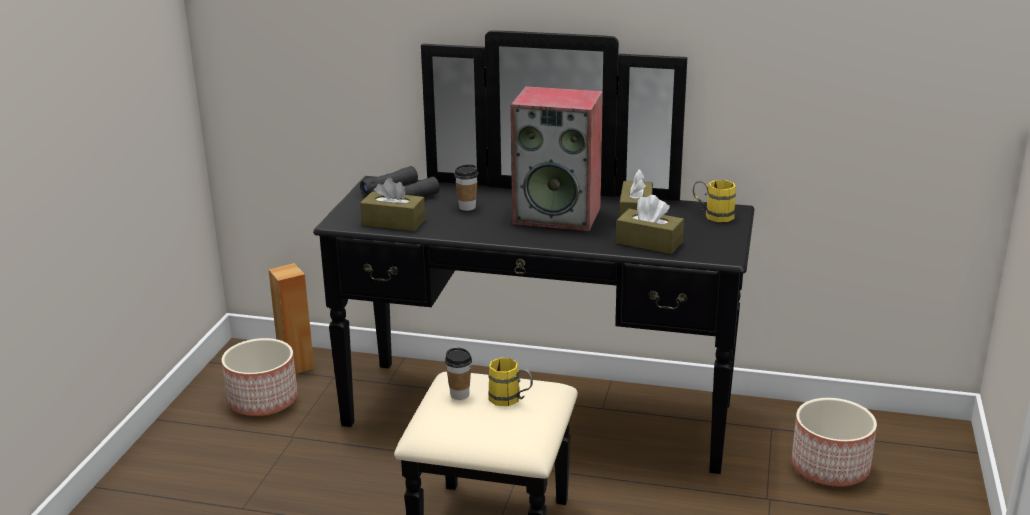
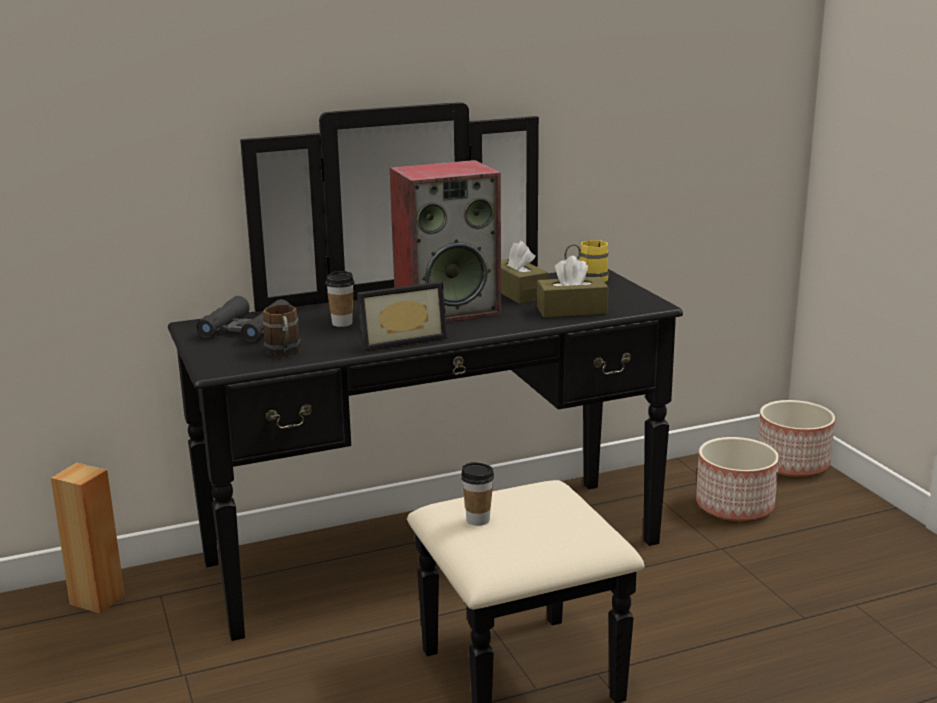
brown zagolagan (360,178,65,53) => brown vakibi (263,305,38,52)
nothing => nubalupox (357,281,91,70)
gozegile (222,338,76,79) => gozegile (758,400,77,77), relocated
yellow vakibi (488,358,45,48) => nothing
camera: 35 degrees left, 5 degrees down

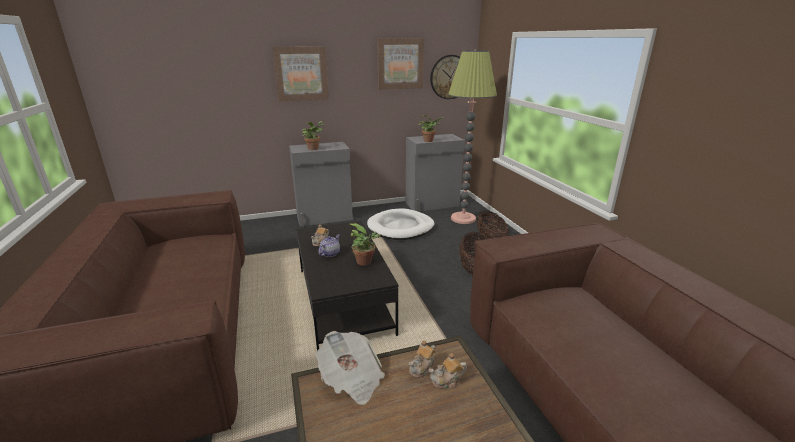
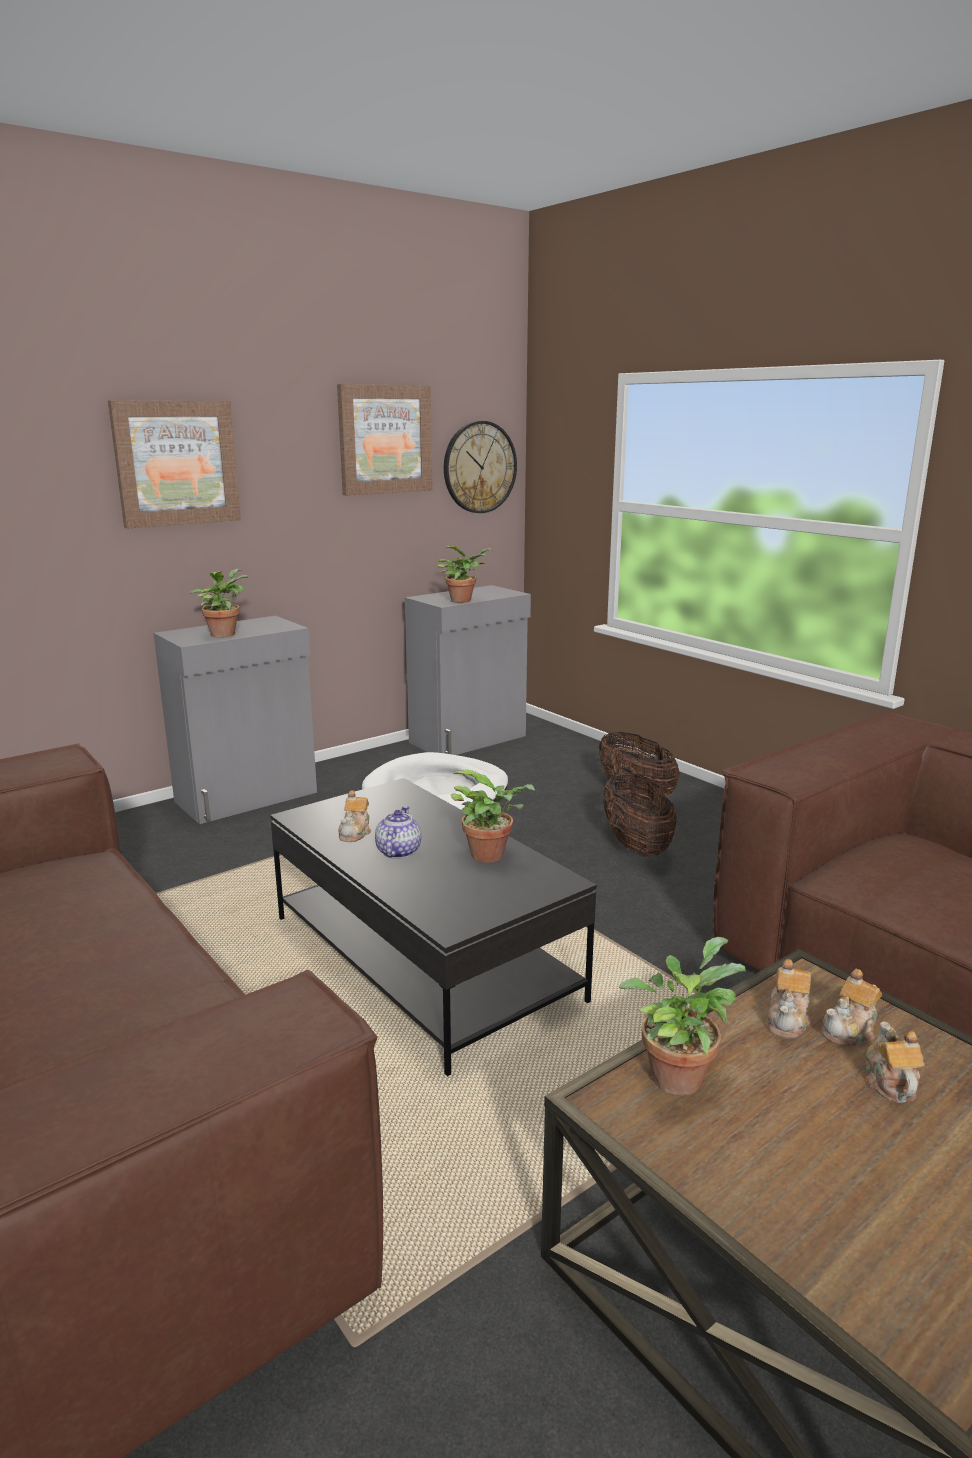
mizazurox (316,331,69,74) => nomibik (619,937,127,159)
nothing => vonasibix (866,1021,59,82)
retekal (448,50,49,174) => nothing
camera: 20 degrees left, 5 degrees down

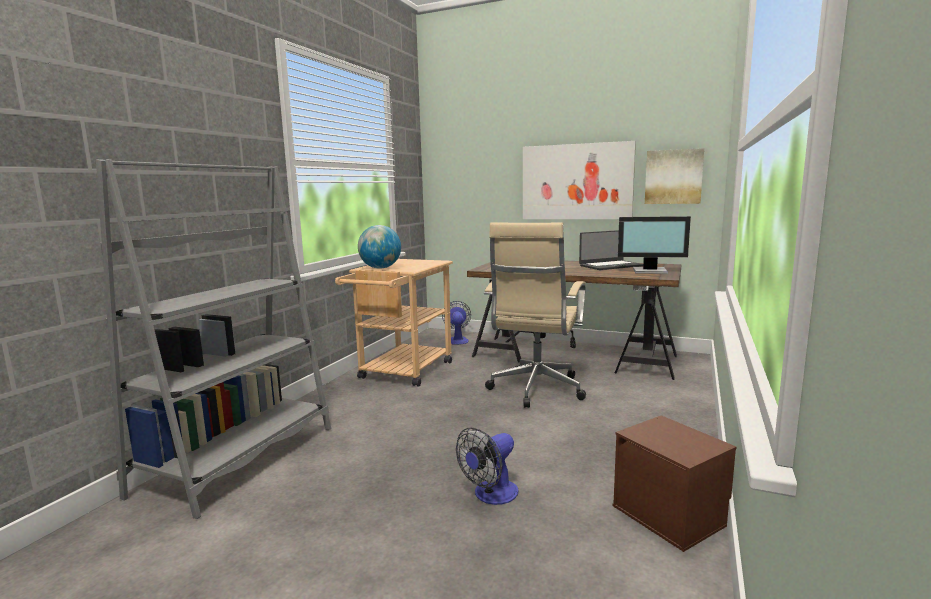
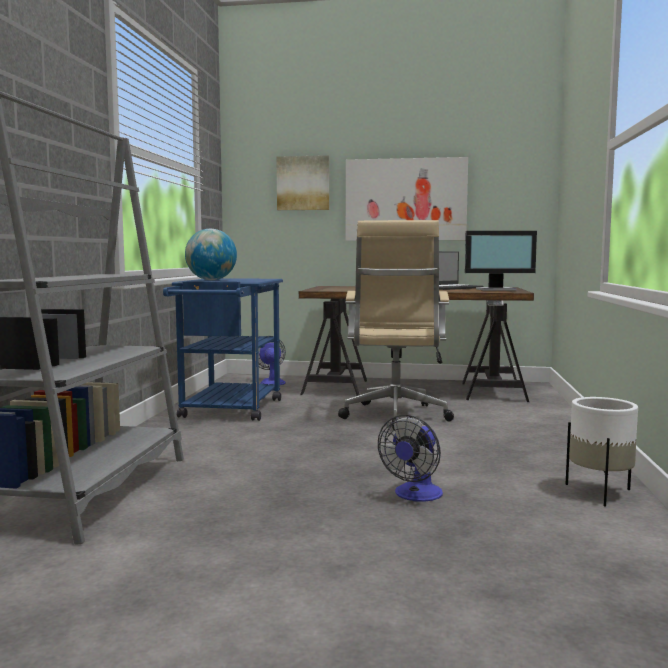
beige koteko (335,259,118,128) => blue koteko (163,278,120,143)
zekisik (645,148,59,56) => zekisik (277,155,52,55), relocated
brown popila (613,415,124,137) => white gozegile (565,397,73,110)
camera: 15 degrees left, 5 degrees down

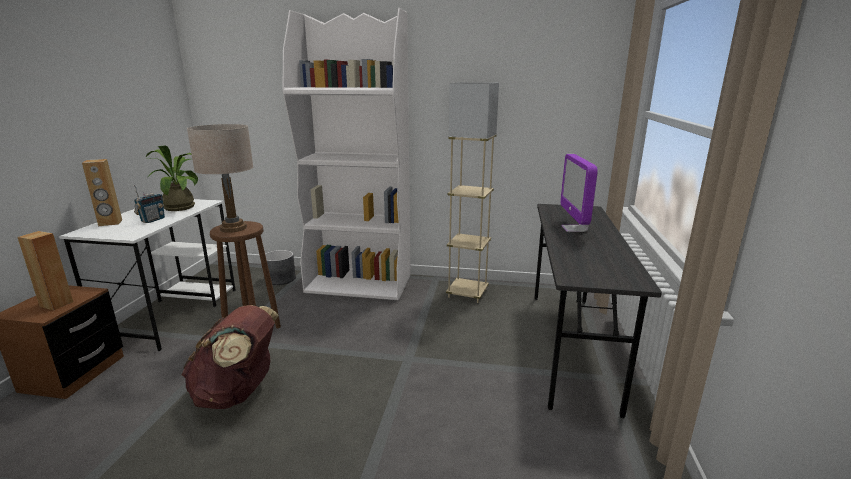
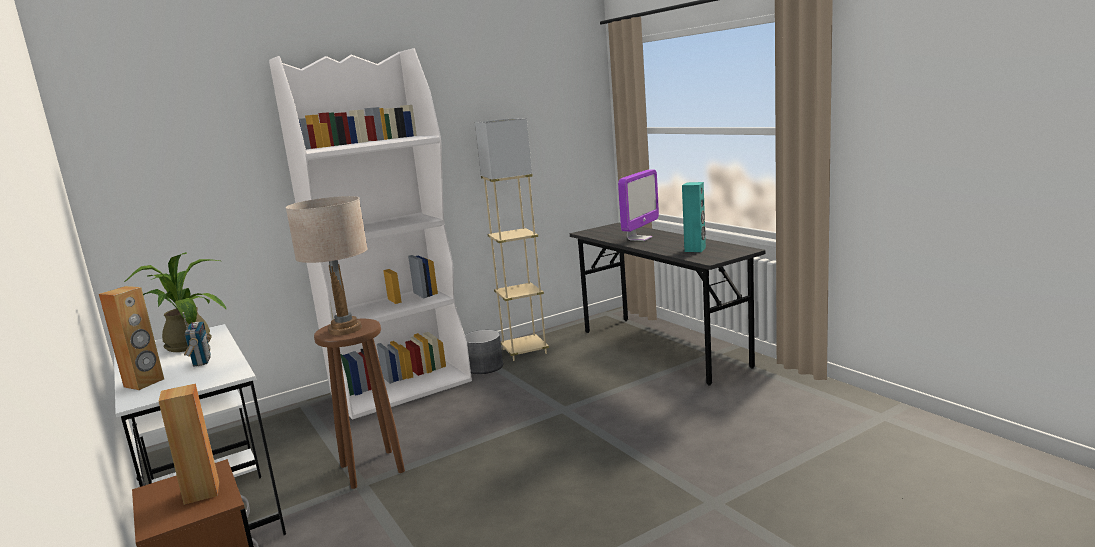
grey gozegile (265,250,31,35) => grey gozegile (465,330,38,44), relocated
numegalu (560,154,38,78) => numegalu (618,169,41,72), 105 degrees counterclockwise
nothing => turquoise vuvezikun (682,182,24,70)
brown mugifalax (182,305,97,104) => nothing
camera: 40 degrees left, 5 degrees down

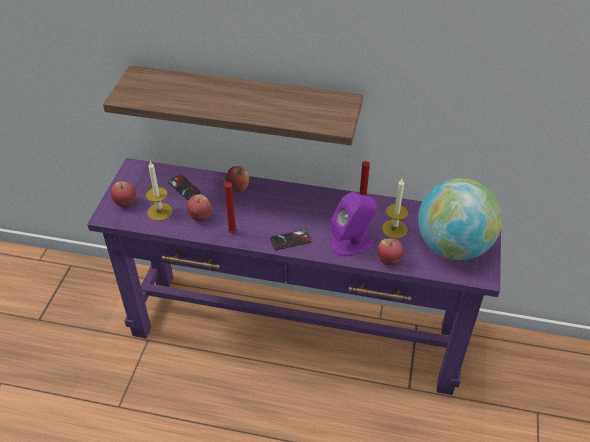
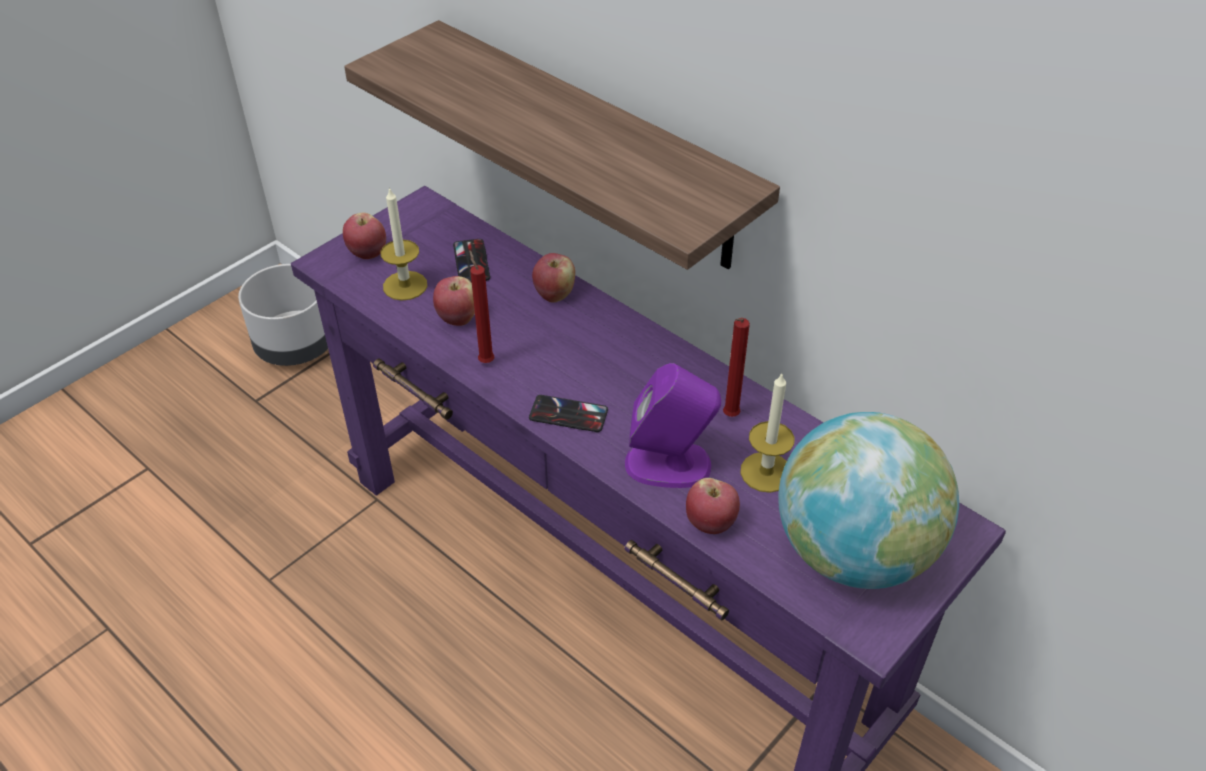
nothing => grey gozegile (238,264,90,102)
camera: 30 degrees right, 0 degrees up

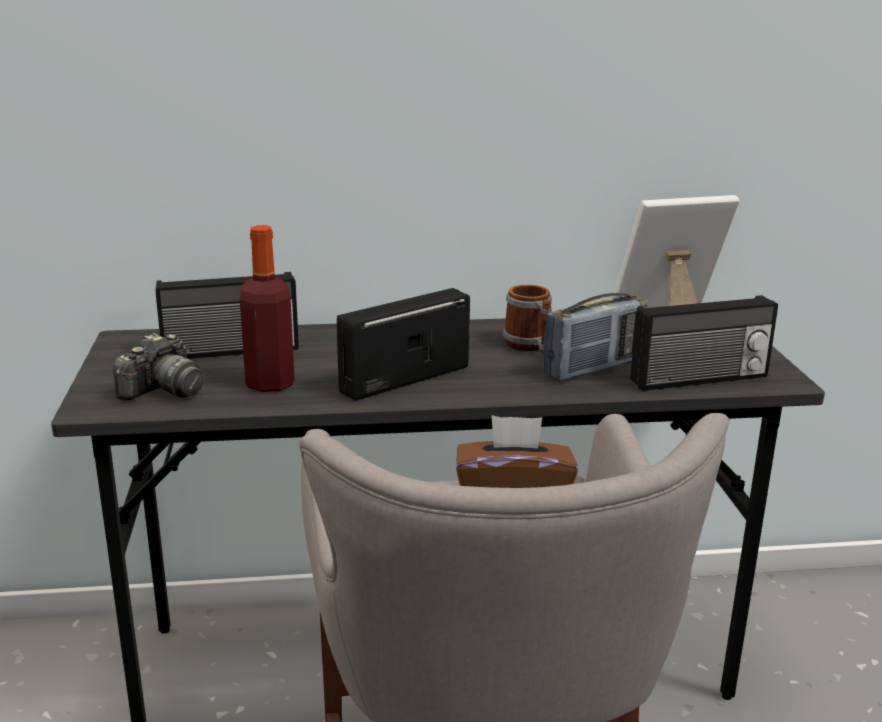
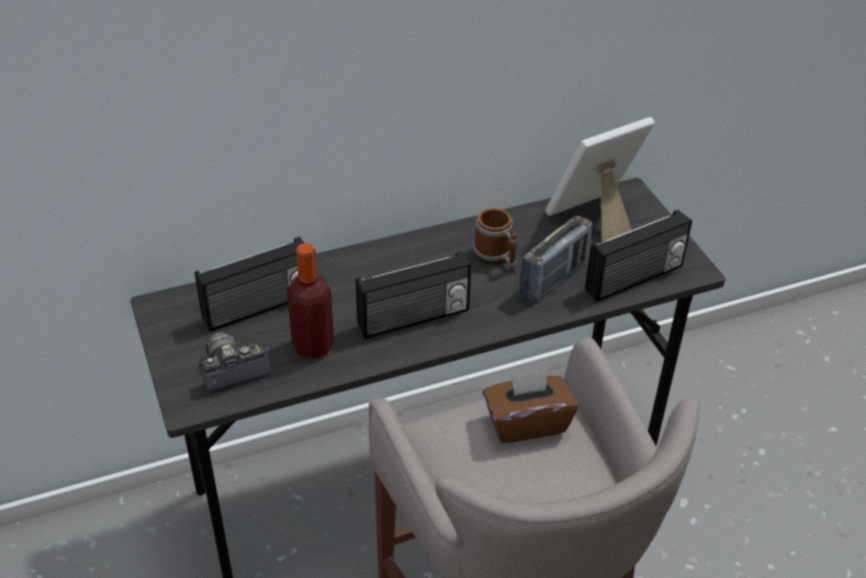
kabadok (113,333,91,68) => kabadok (201,332,69,61), 135 degrees counterclockwise
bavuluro (337,288,133,113) => bavuluro (356,251,115,88), 150 degrees counterclockwise
camera: 15 degrees left, 20 degrees up

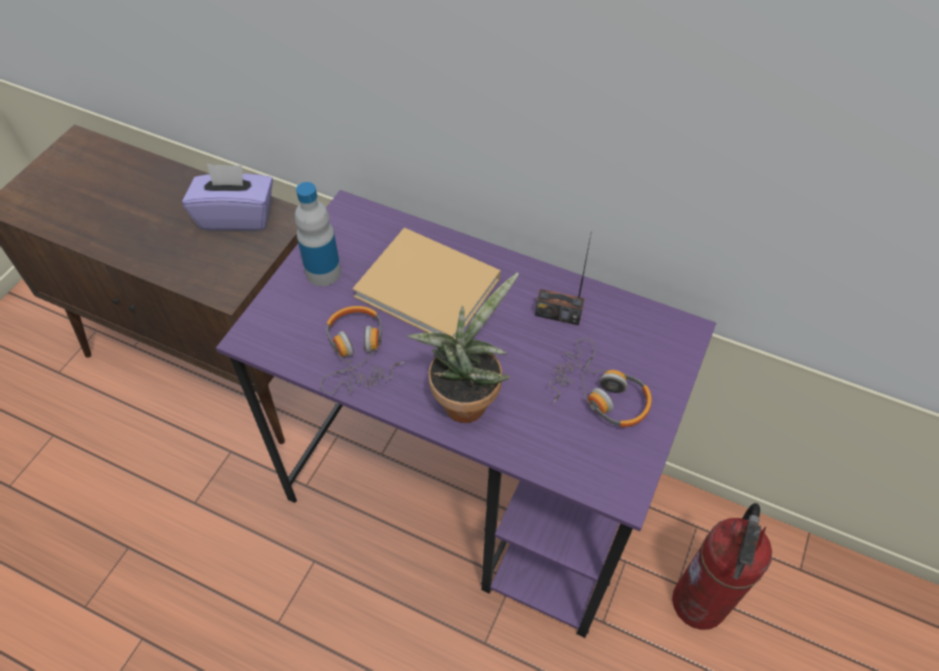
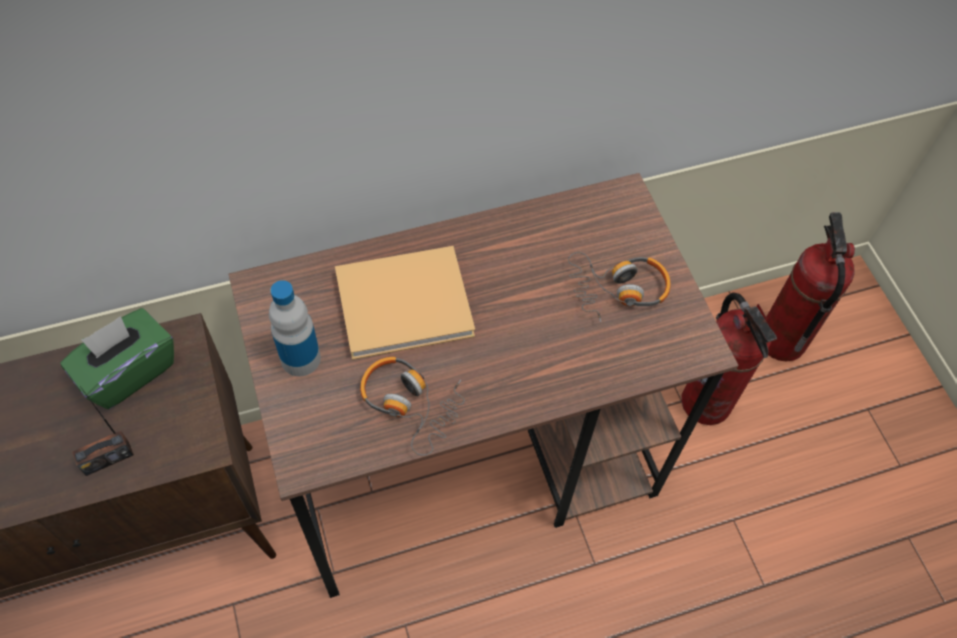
purple zagolagan (182,164,91,66) => green zagolagan (60,308,114,101)
bavuluro (535,231,57,94) => bavuluro (72,386,62,90), relocated
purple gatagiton (216,190,500,448) => brown gatagiton (228,173,511,425)
nothing => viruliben (766,212,89,150)
nomibik (407,273,112,150) => nothing
camera: 45 degrees left, 5 degrees up

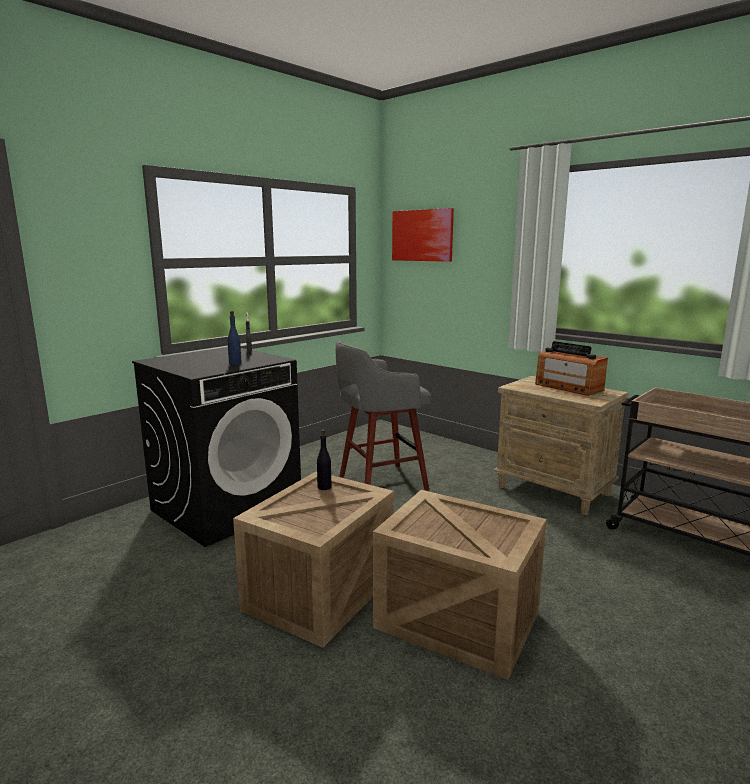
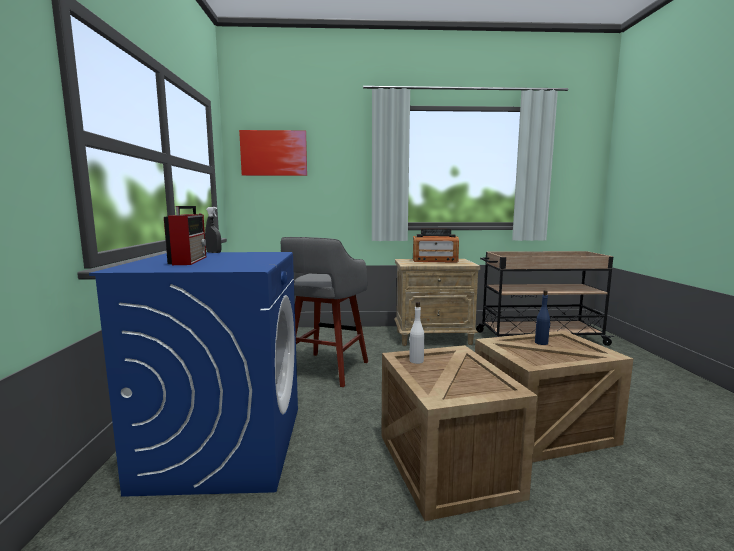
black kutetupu (132,347,169,200) => blue kutetupu (89,252,209,245)
nothing => bavuluro (164,206,42,59)
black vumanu (317,430,14,60) => white vumanu (409,302,15,62)
blue vumanu (227,311,15,54) => blue vumanu (535,290,15,55), relocated
camera: 45 degrees left, 5 degrees down

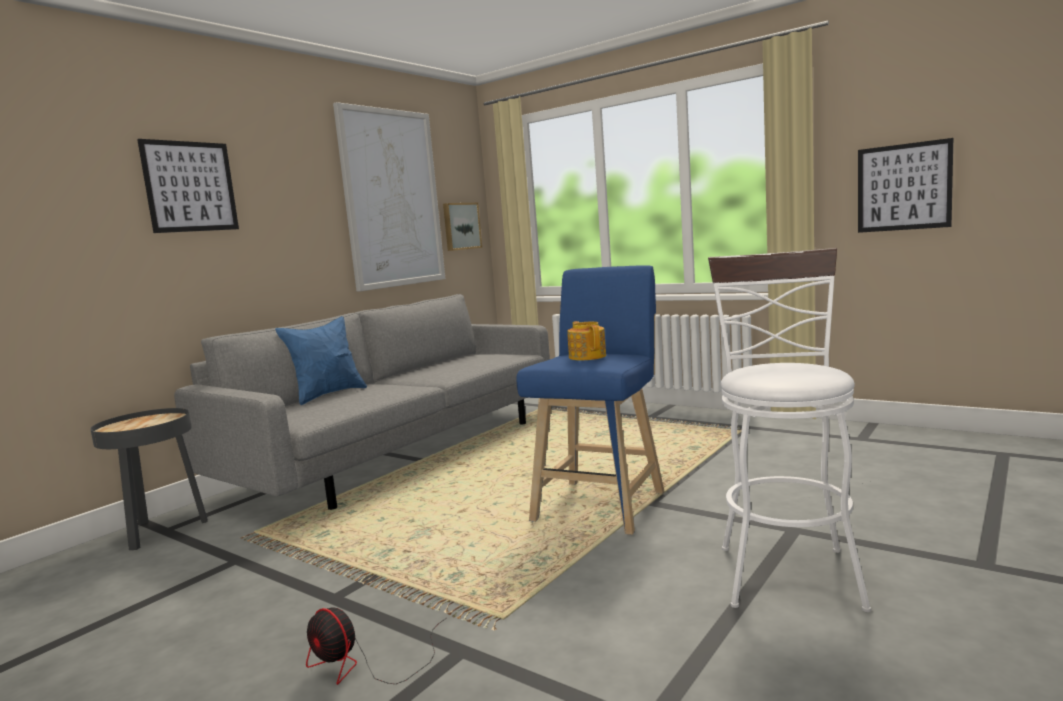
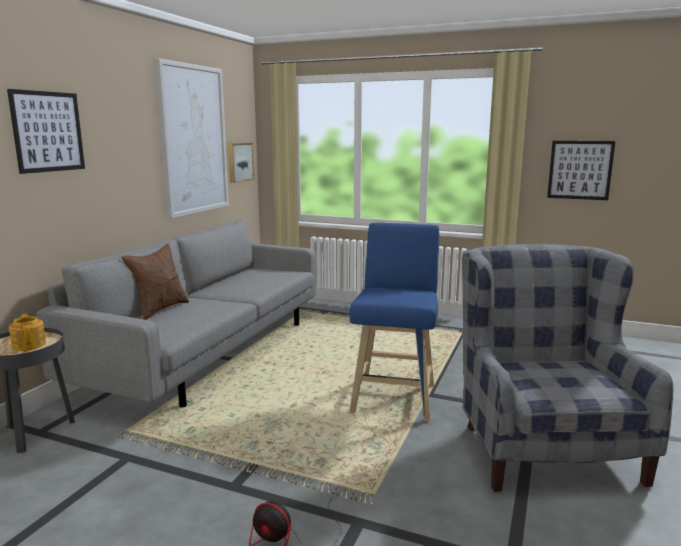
vonasibix (567,321,39,39) => vonasibix (9,314,37,37), relocated
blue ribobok (275,316,92,89) => brown ribobok (121,244,68,76)
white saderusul (708,248,163,364) => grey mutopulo (462,244,211,248)
camera: 15 degrees left, 5 degrees up

